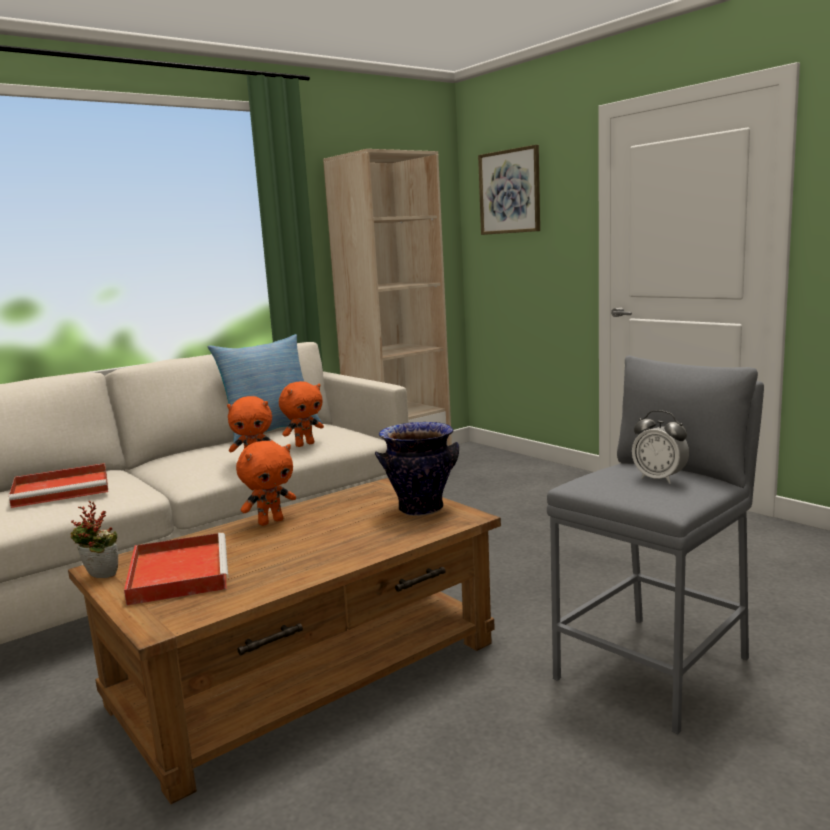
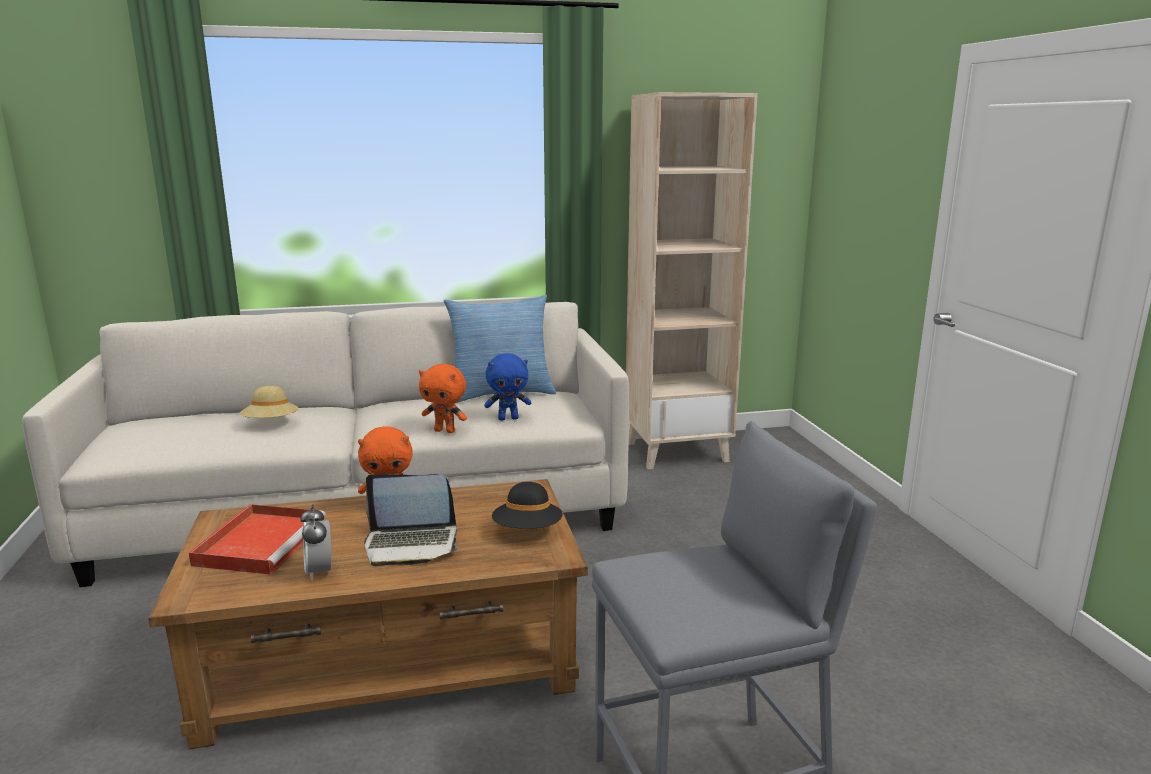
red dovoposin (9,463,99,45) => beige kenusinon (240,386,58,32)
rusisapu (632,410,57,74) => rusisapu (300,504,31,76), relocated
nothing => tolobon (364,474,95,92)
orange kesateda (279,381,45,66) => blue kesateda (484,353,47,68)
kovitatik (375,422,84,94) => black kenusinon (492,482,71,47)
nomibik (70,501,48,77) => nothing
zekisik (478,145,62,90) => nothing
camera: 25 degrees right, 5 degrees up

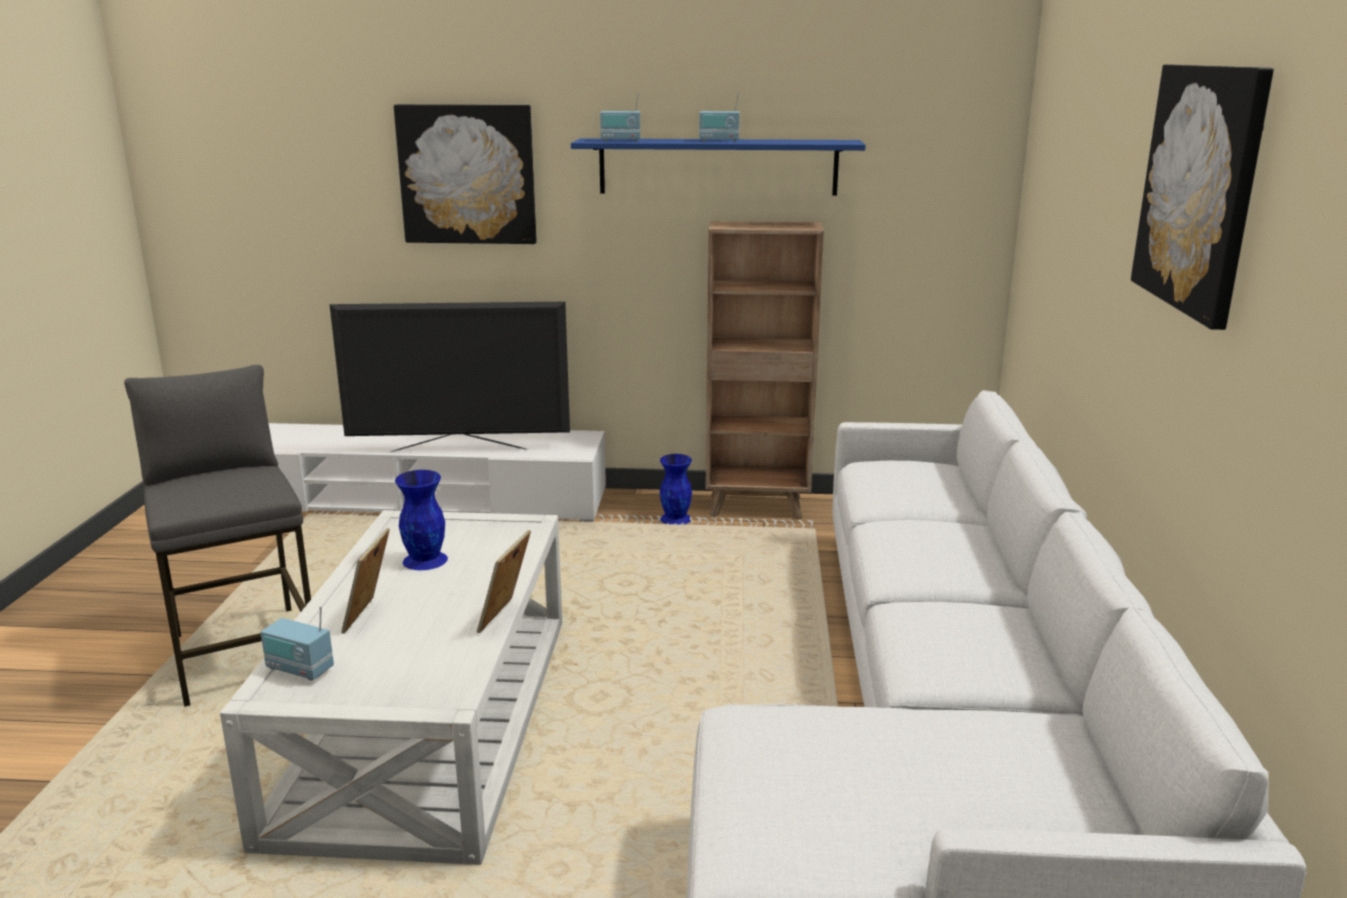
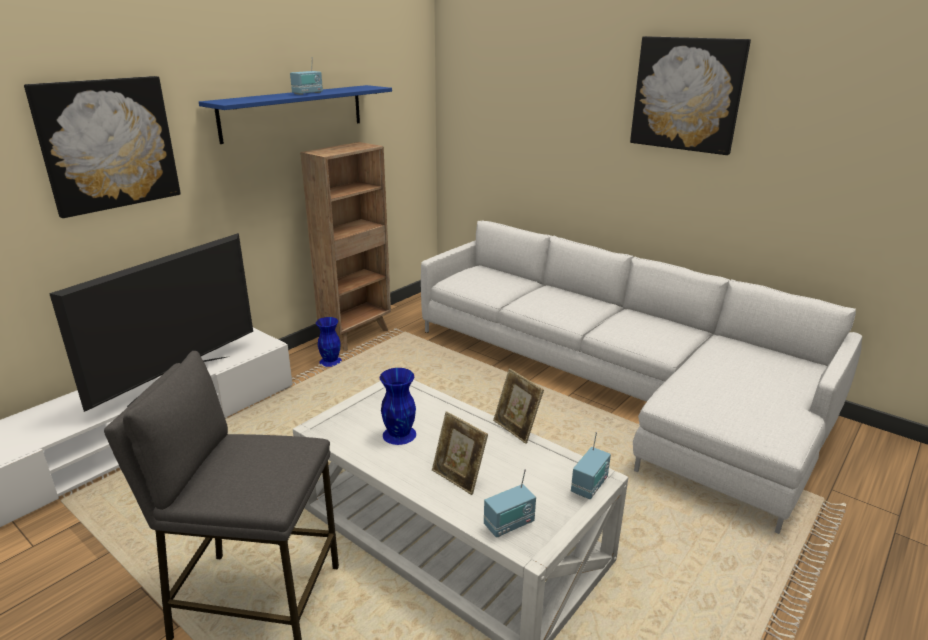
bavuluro (600,92,40,49) => bavuluro (571,432,40,67), relocated
camera: 55 degrees left, 5 degrees up

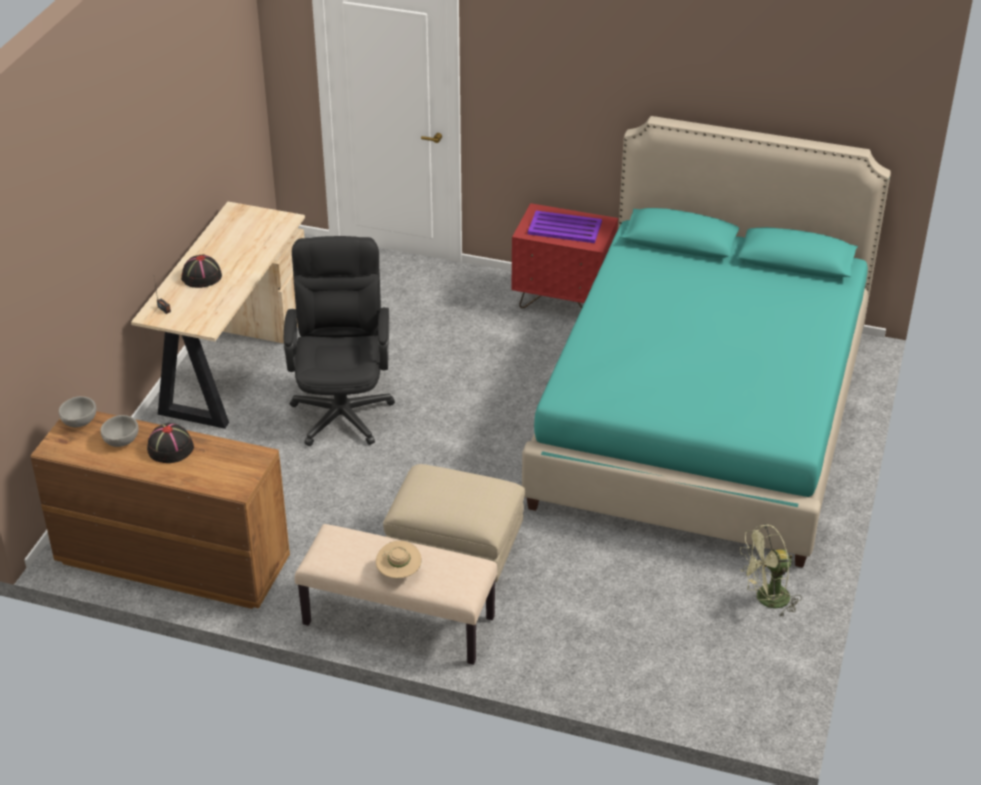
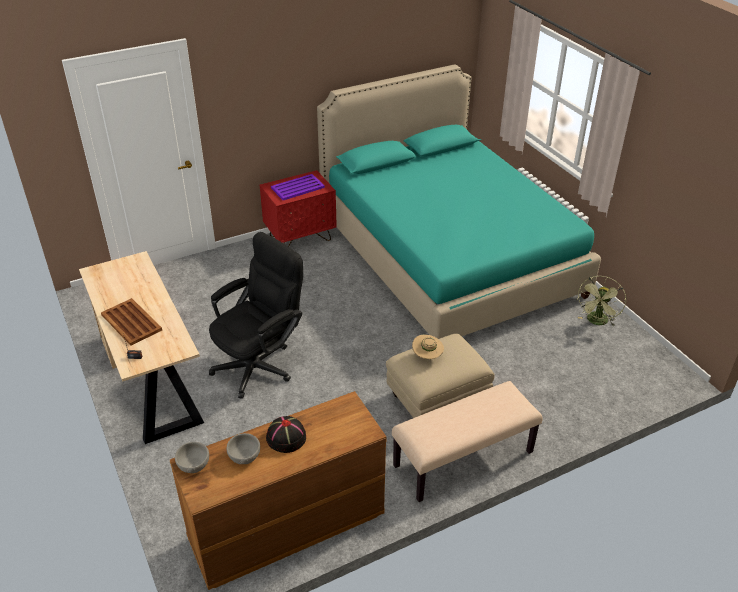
black kenusinon (181,254,41,34) => brown dovoposin (101,298,61,48)
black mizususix (284,236,111,210) => black mizususix (209,232,94,167), 90 degrees clockwise
beige kenusinon (376,541,46,37) => beige kenusinon (412,334,32,25), relocated
camera: 45 degrees left, 0 degrees up

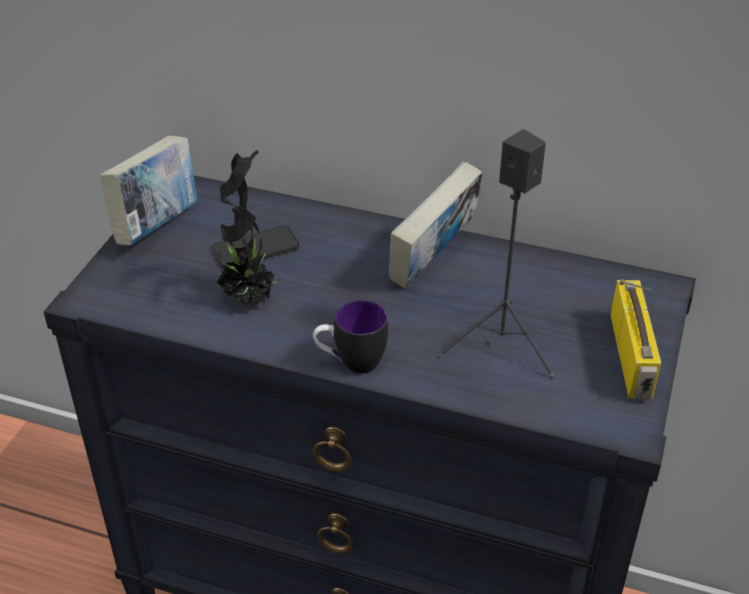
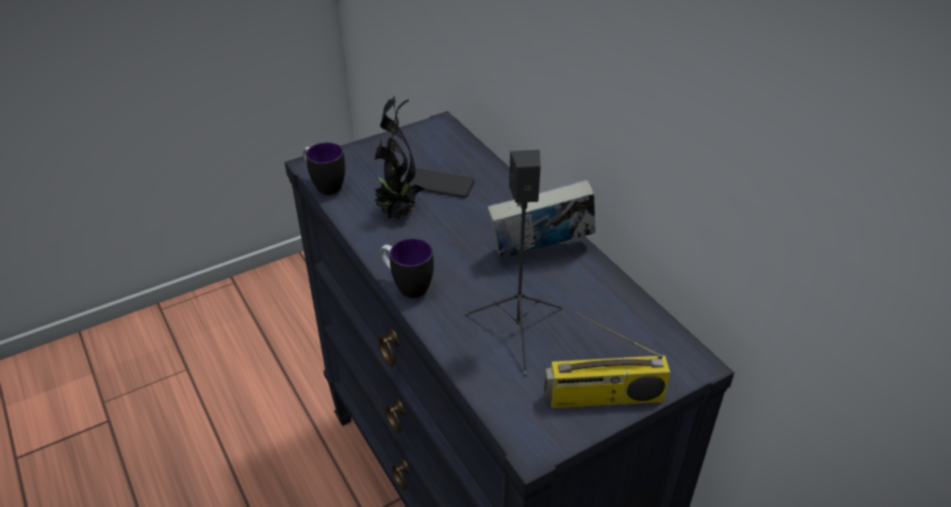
nothing => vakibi (303,142,42,53)
bavuluro (611,279,50,121) => bavuluro (544,312,127,96), 45 degrees clockwise
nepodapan (100,136,97,110) => nothing
camera: 40 degrees right, 0 degrees up

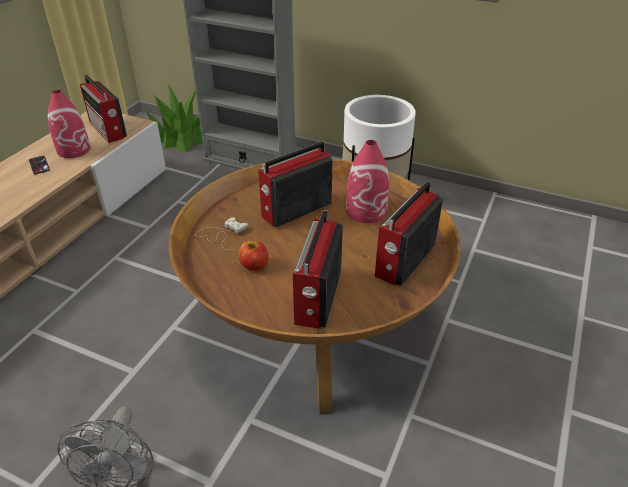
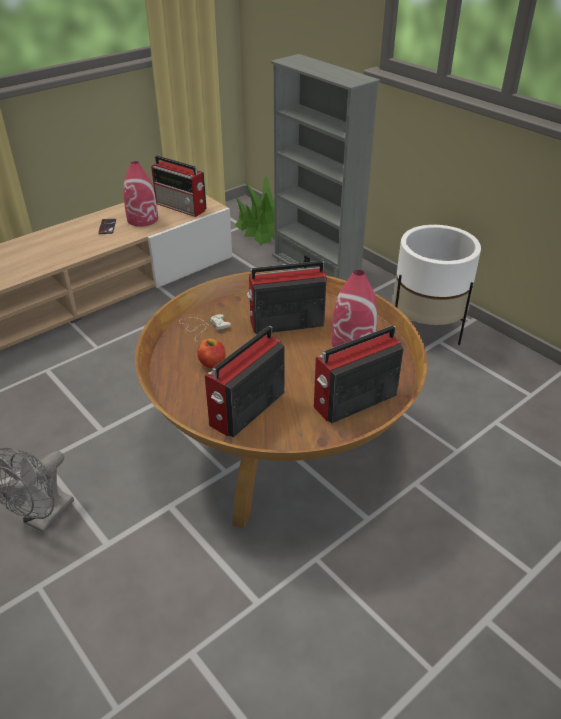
bavuluro (80,75,47,68) => bavuluro (151,156,56,61), 45 degrees counterclockwise
camera: 25 degrees right, 0 degrees up

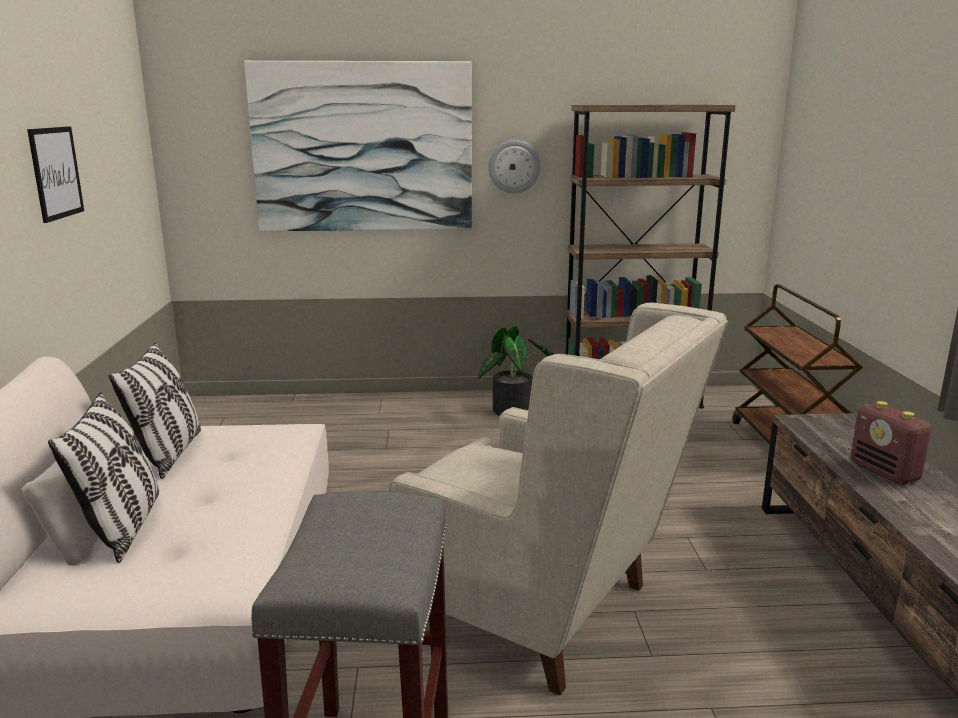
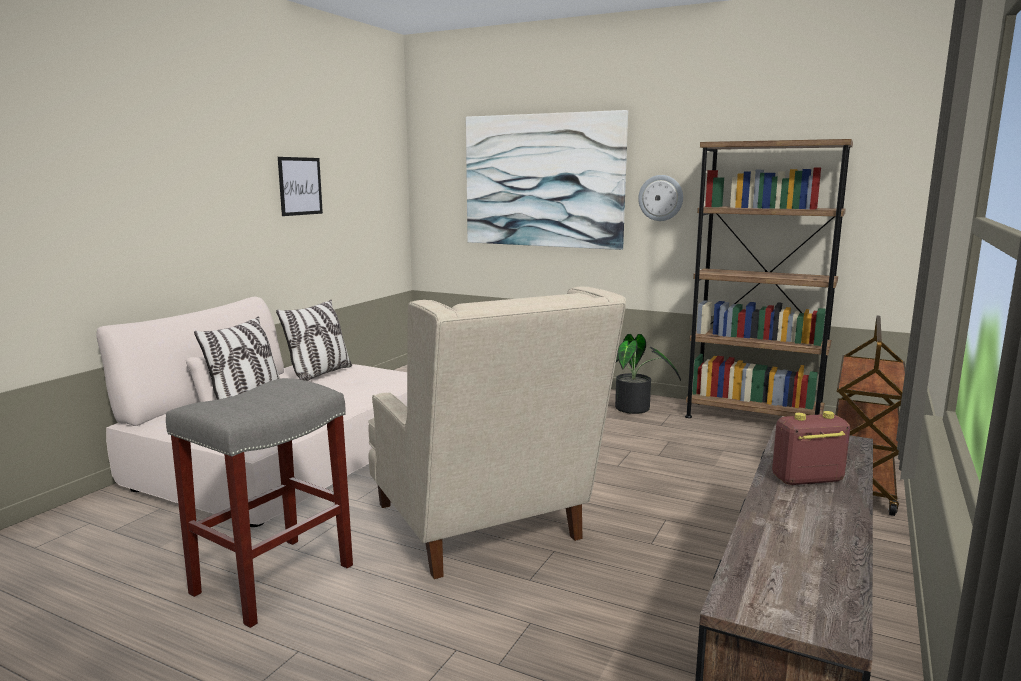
bavuluro (851,401,80,84) => bavuluro (772,411,78,74), 75 degrees clockwise
camera: 30 degrees right, 5 degrees down

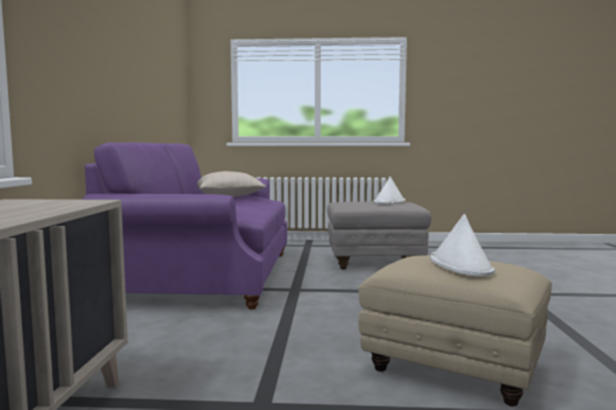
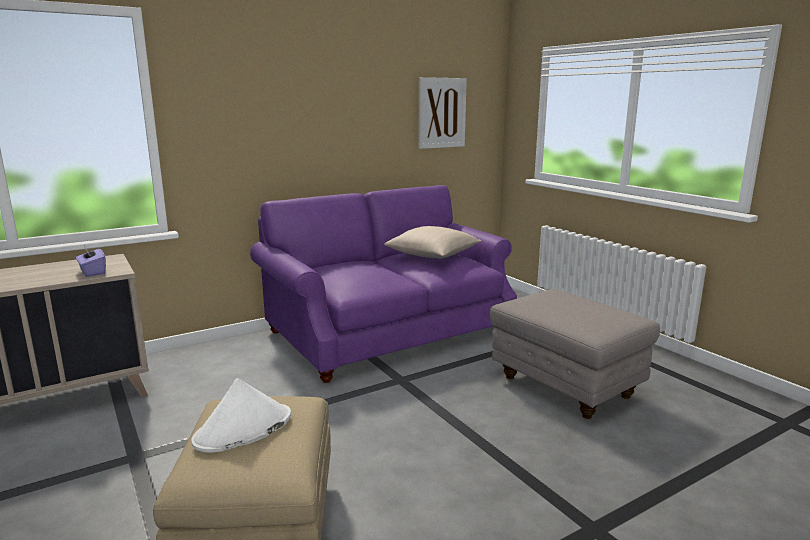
nothing => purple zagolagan (76,246,30,31)
nothing => zekisik (418,77,49,72)
white kenusinon (373,176,33,28) => nothing
camera: 55 degrees right, 10 degrees up

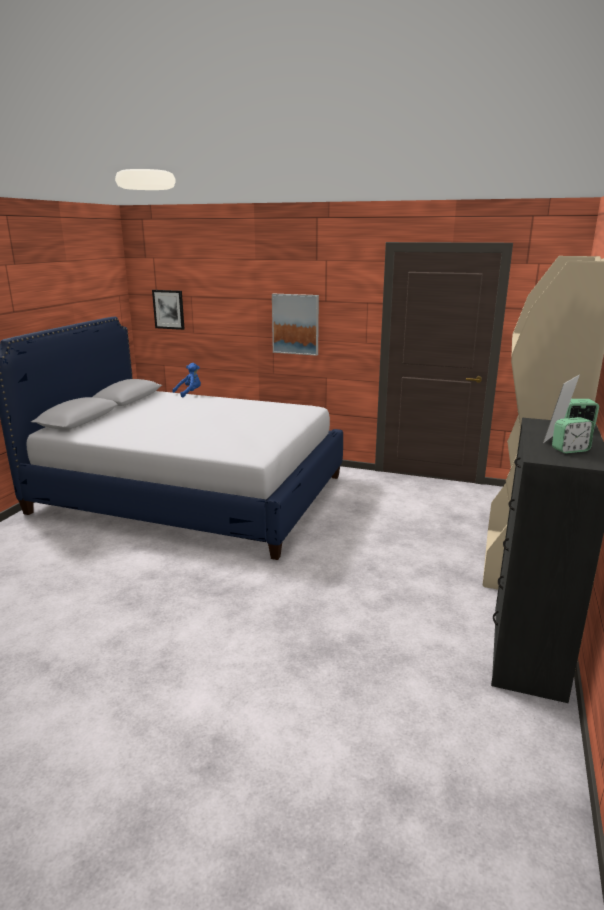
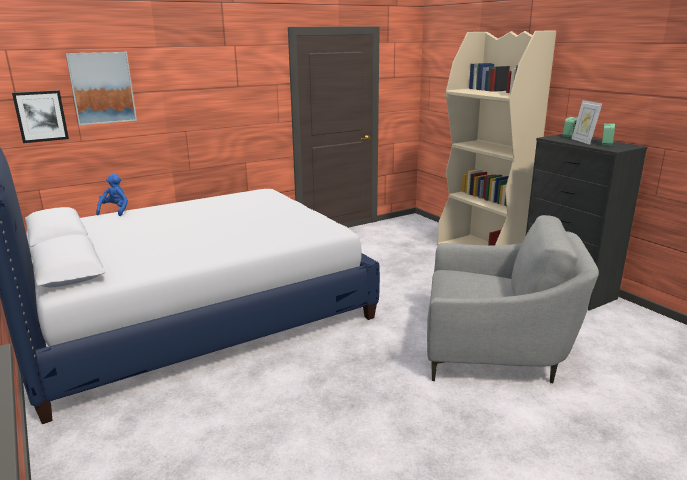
zekisik (272,294,47,62) => zekisik (65,52,72,73), relocated
nothing => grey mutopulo (427,215,172,168)
camera: 50 degrees left, 0 degrees up

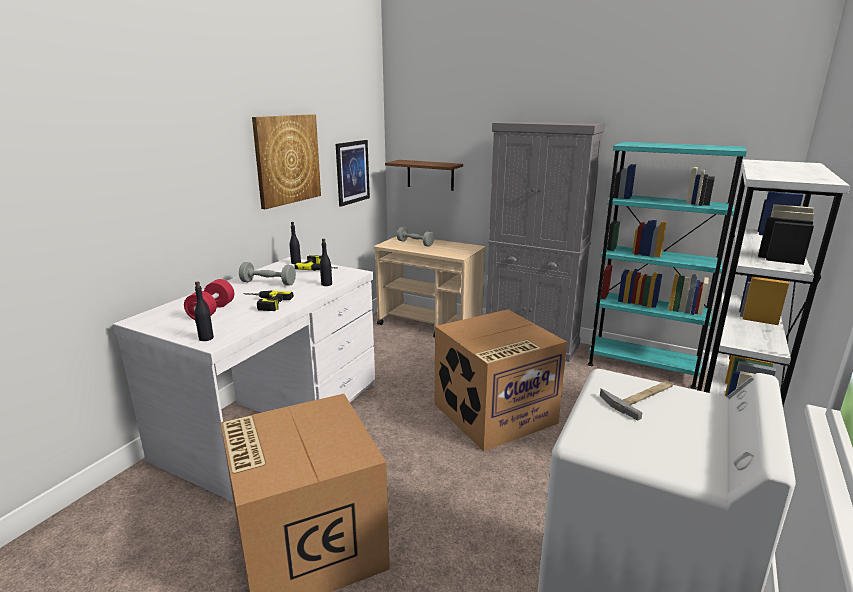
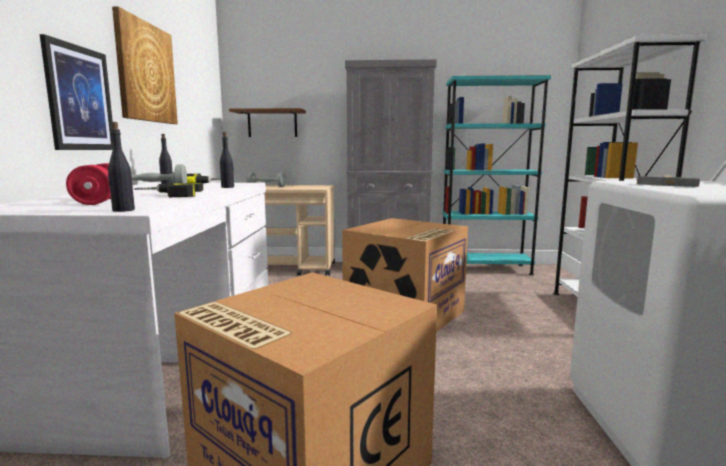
zekisik (336,140,34,67) => zekisik (40,34,73,116), relocated
camera: 25 degrees left, 10 degrees down

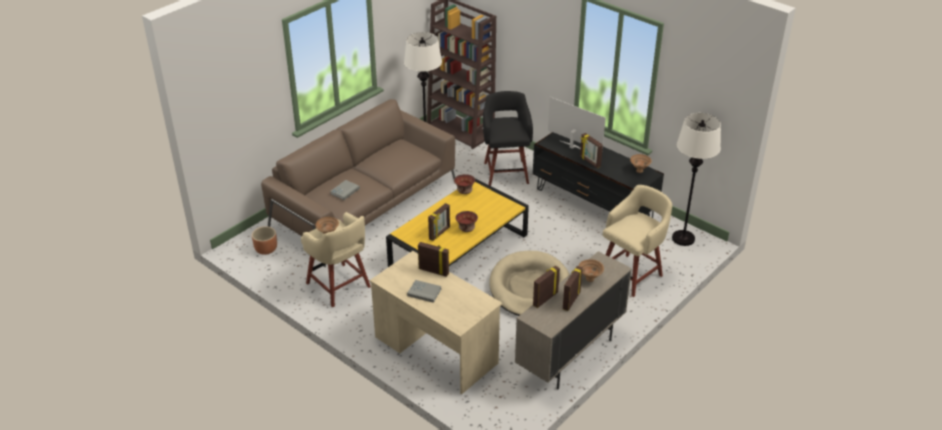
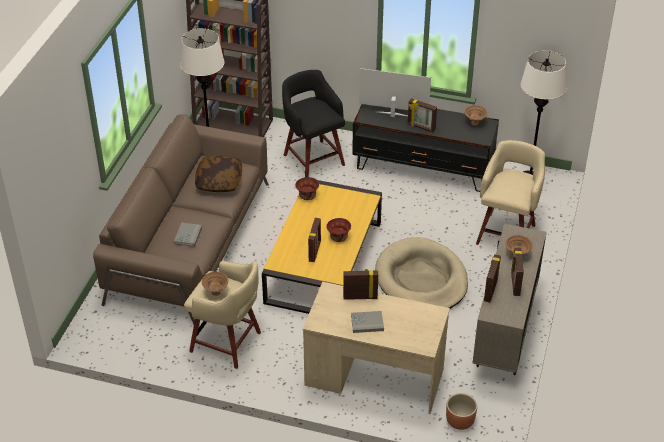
nothing => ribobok (195,156,47,36)
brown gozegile (252,226,25,29) => brown gozegile (446,393,31,37), relocated
camera: 25 degrees left, 5 degrees up

